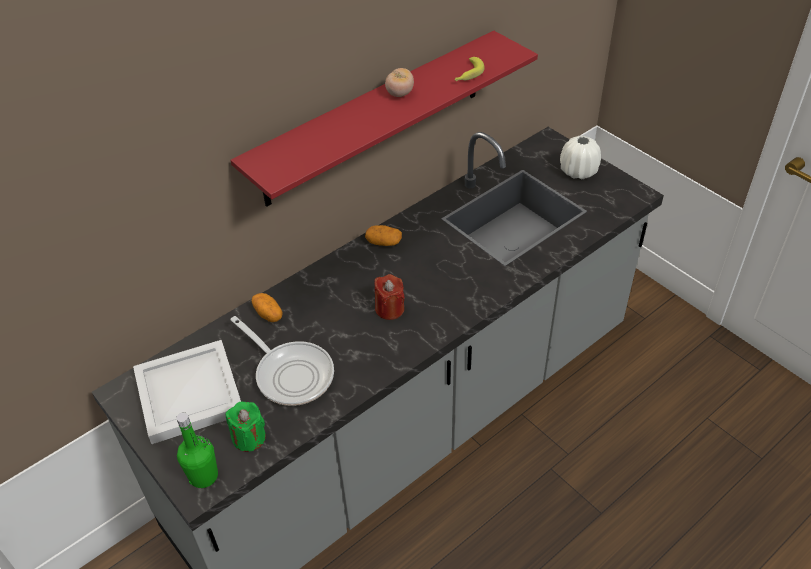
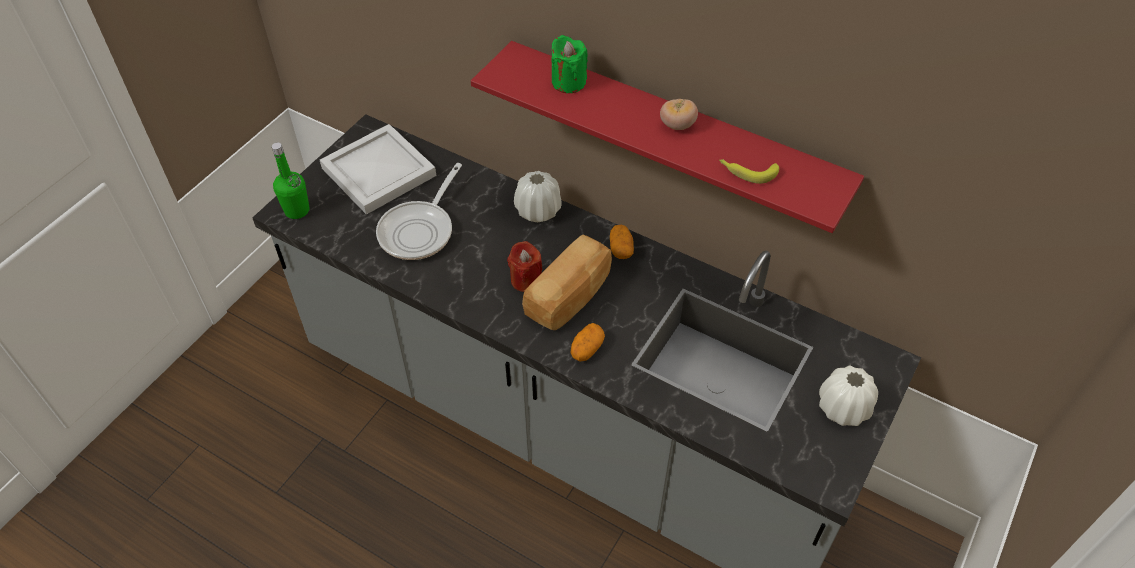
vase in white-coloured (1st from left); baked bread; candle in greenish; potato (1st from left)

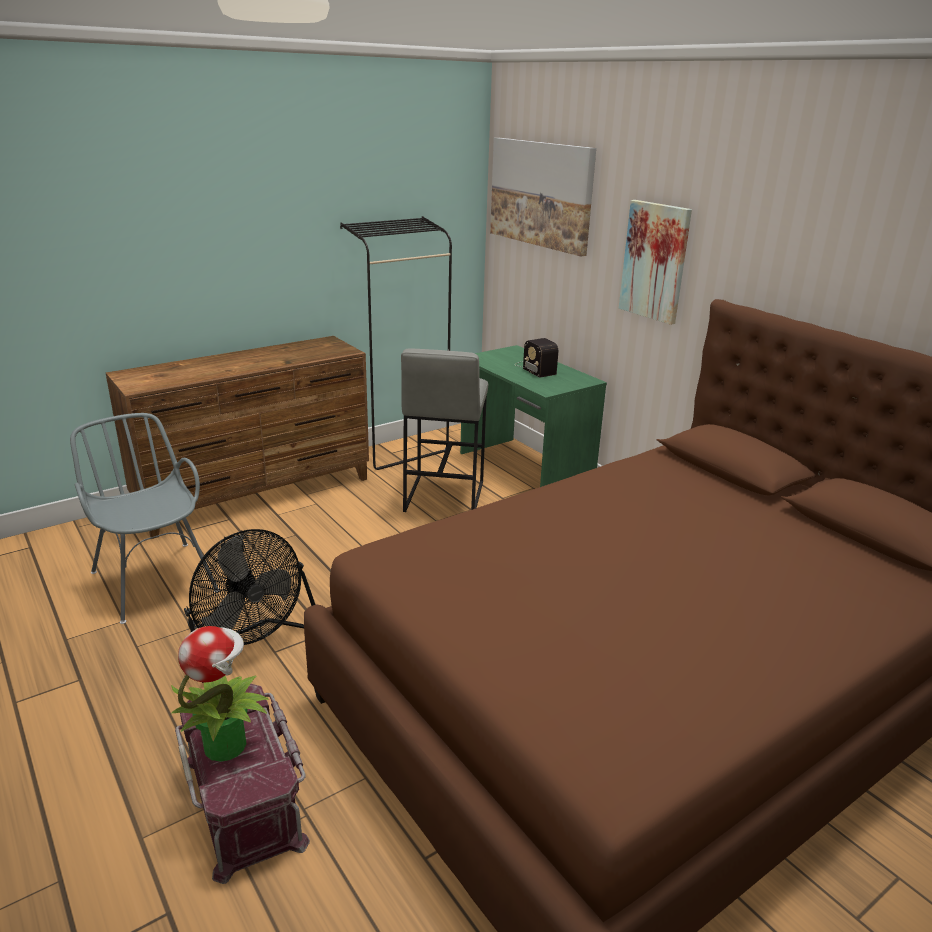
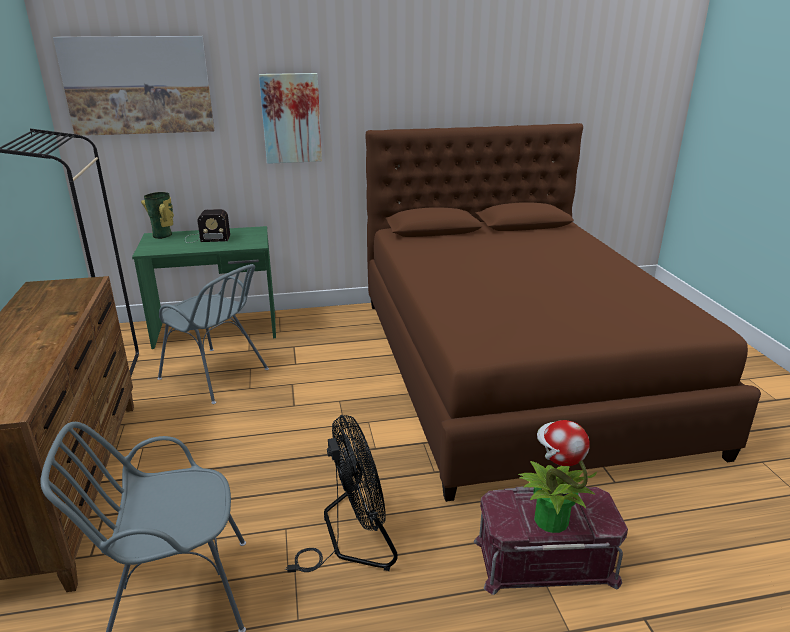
vase; plain chair in greyish (2nd from left)

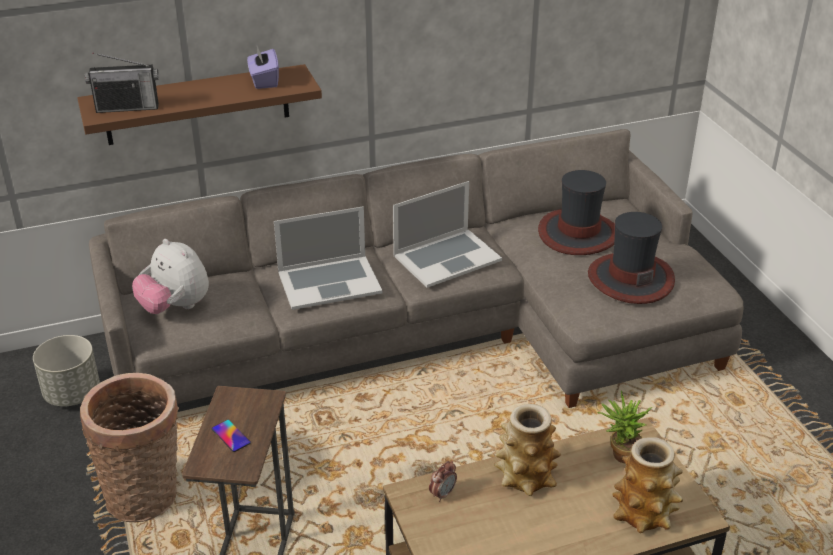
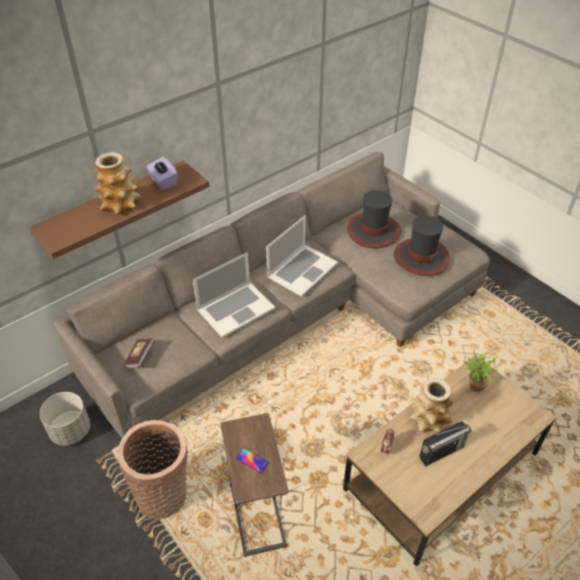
vase (1st from left); volume; radio receiver

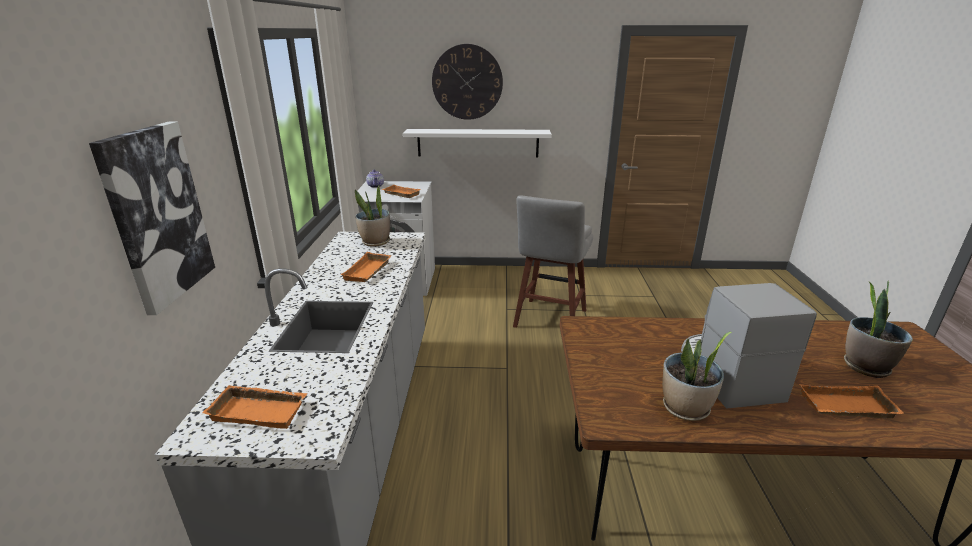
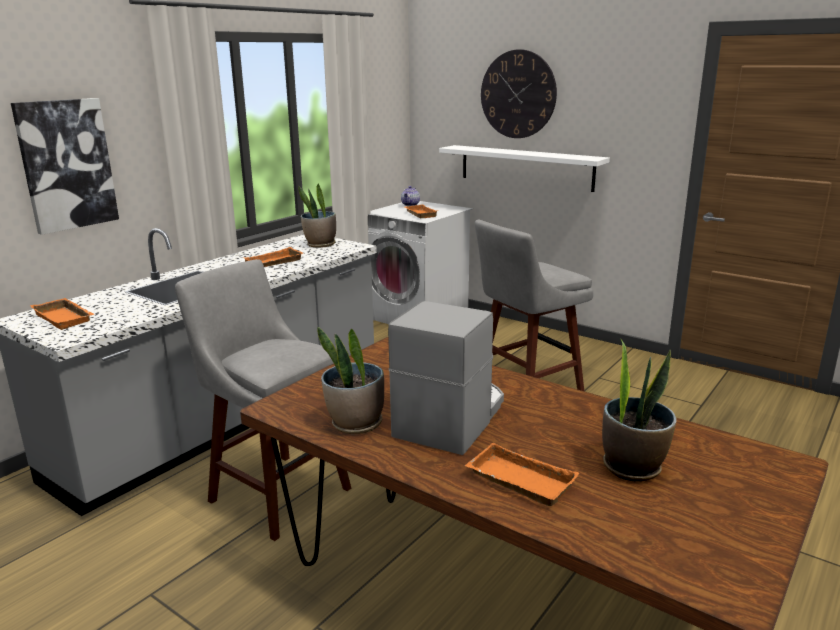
sitting stool in greyish (1st from left)

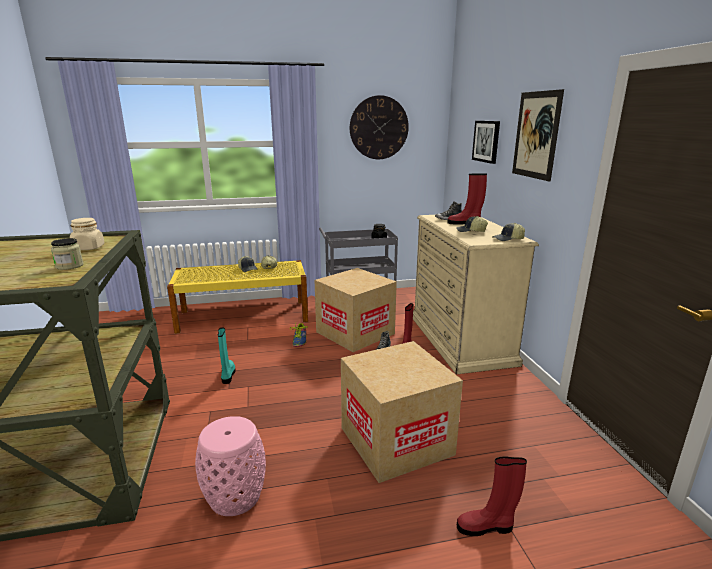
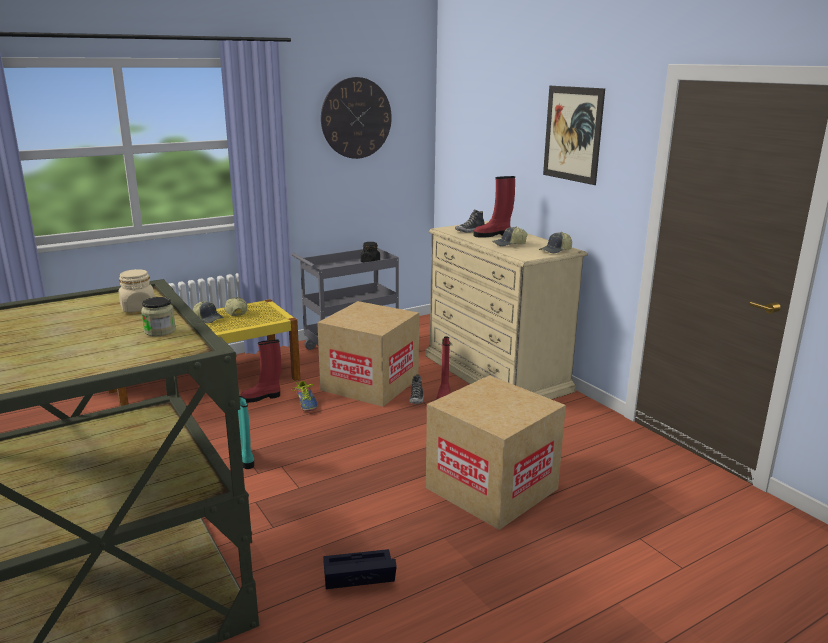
boot in reddish (1st from left); storage box in black; wall art (1st from left in the first image)

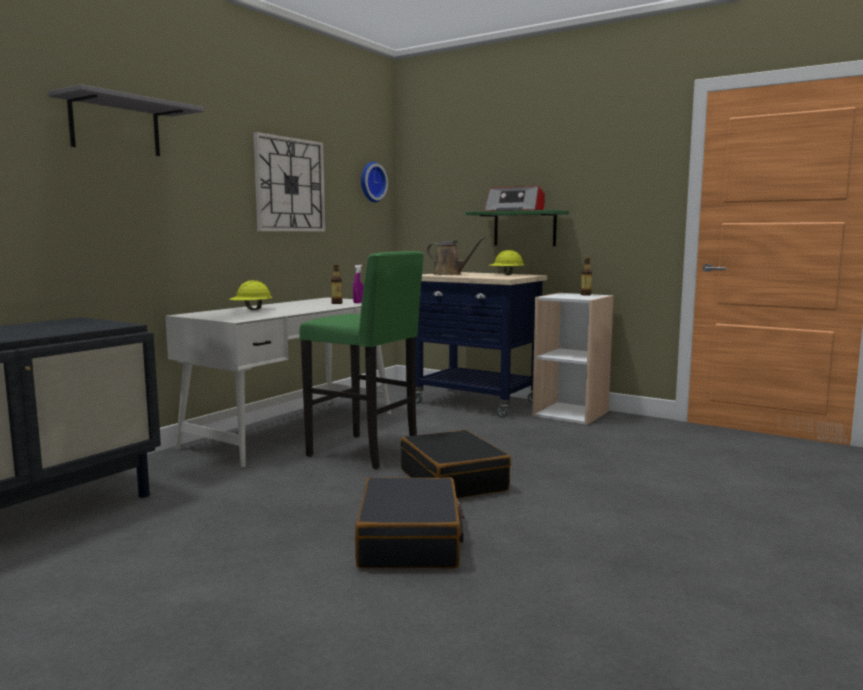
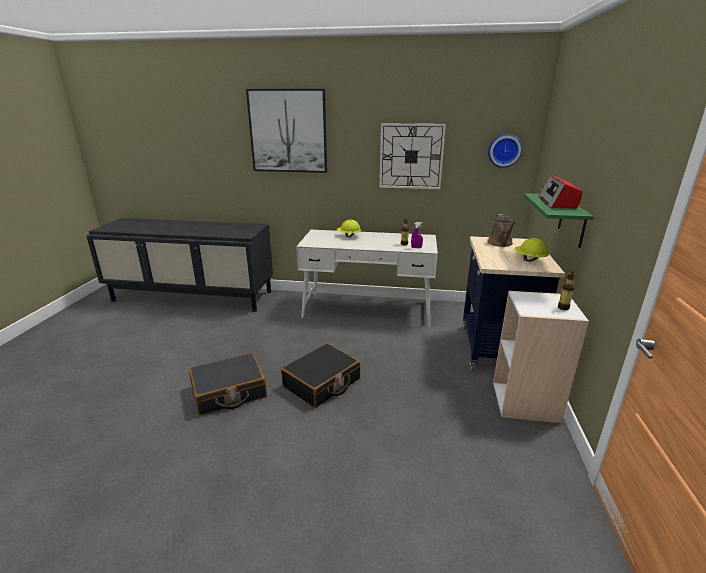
wall art; sitting stool in greenish

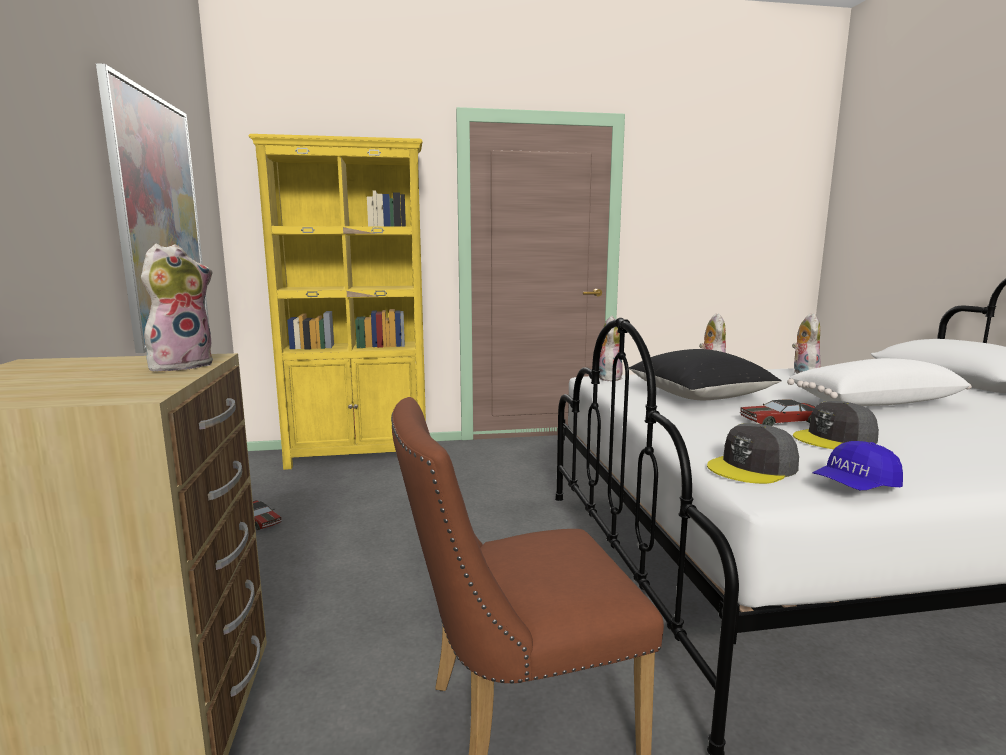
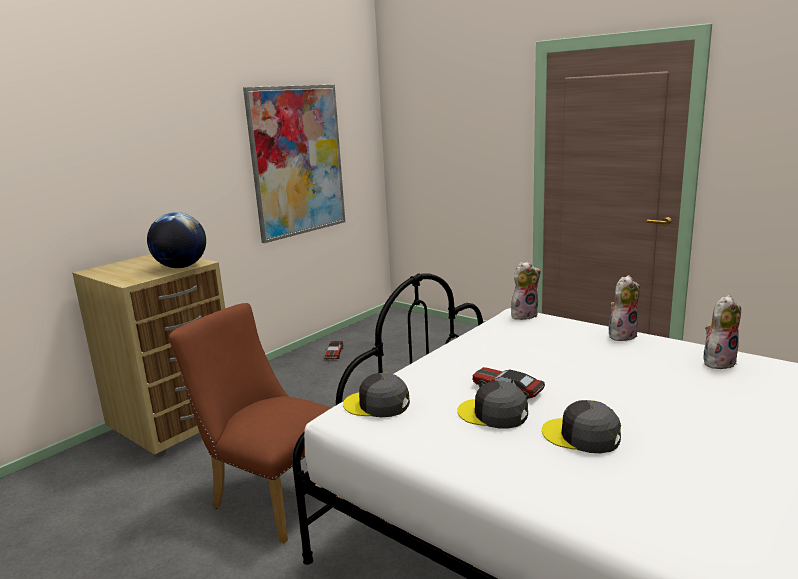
globe; peaked cap in greyish (3rd from left); bookcase in yellow; pillow in black; pillow in white-coloured; peaked cap in blue-coloured

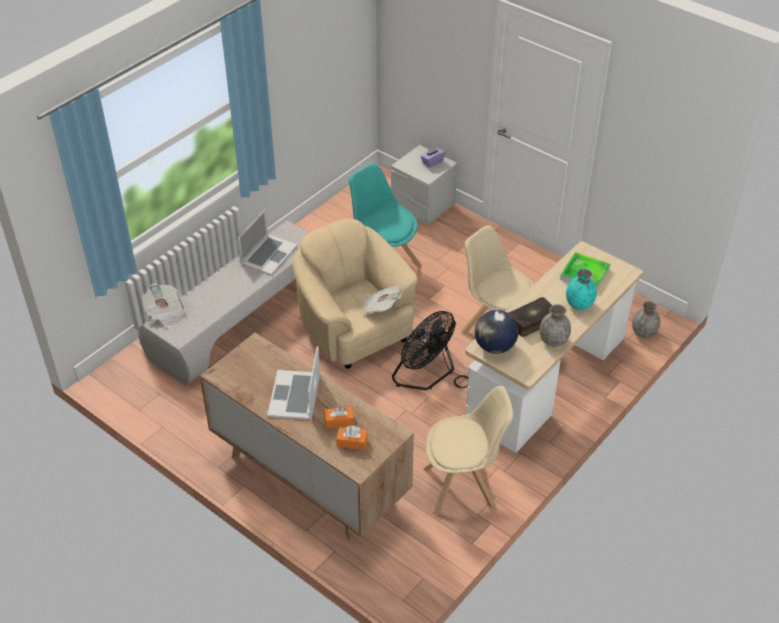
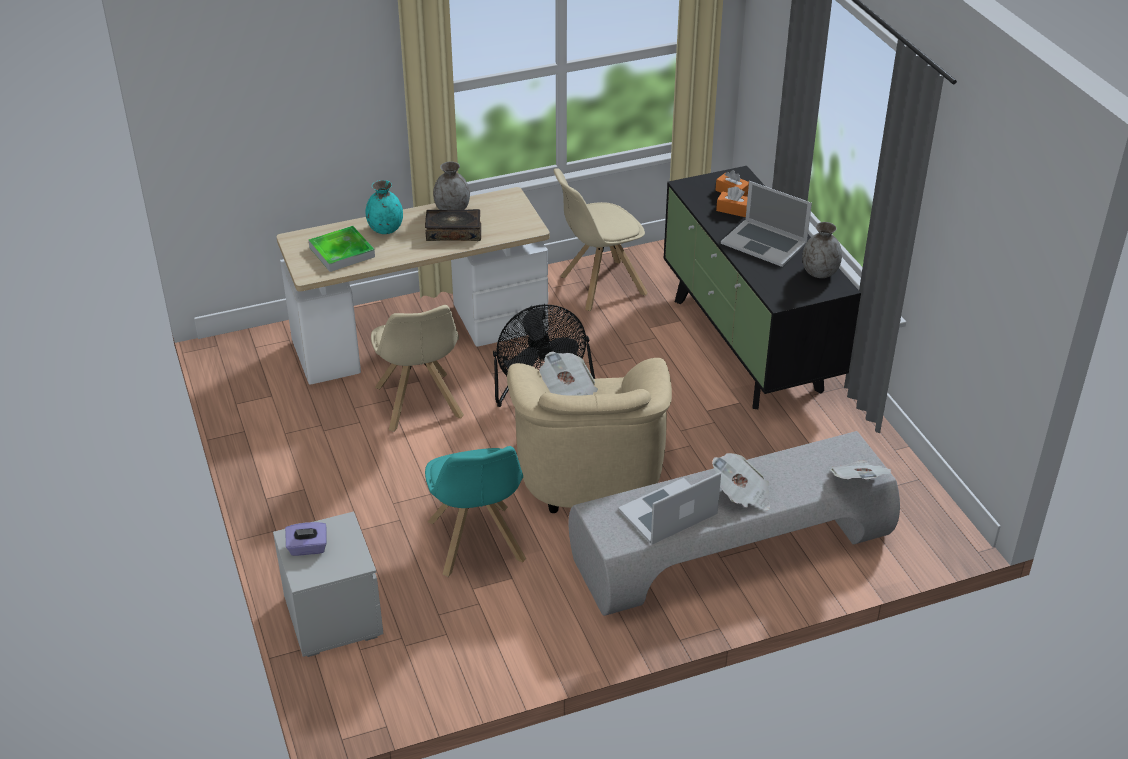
plain chair in beige (2nd from left); chest of drawers in black; printed paper (2nd from left); portable computer (2nd from left); vase in greyish (2nd from left); globe

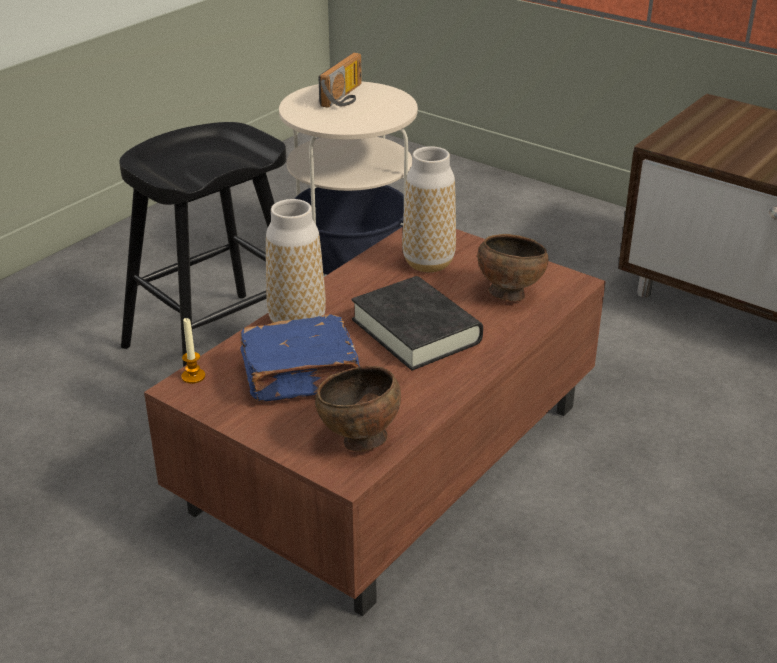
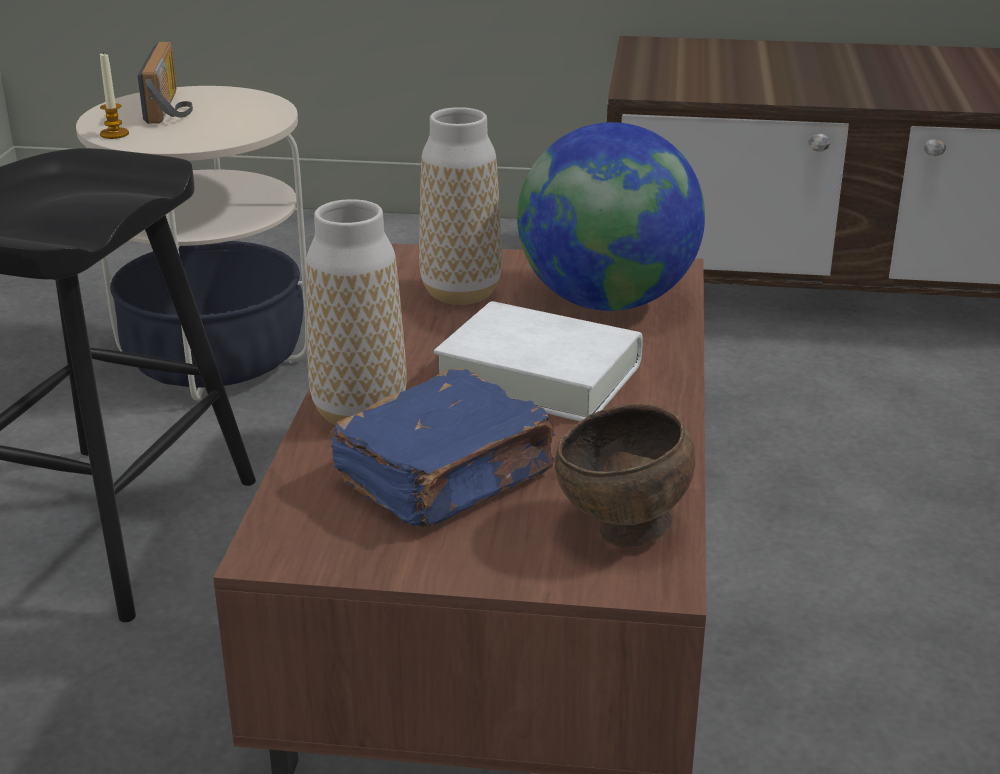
candle; volume in white-coloured; globe

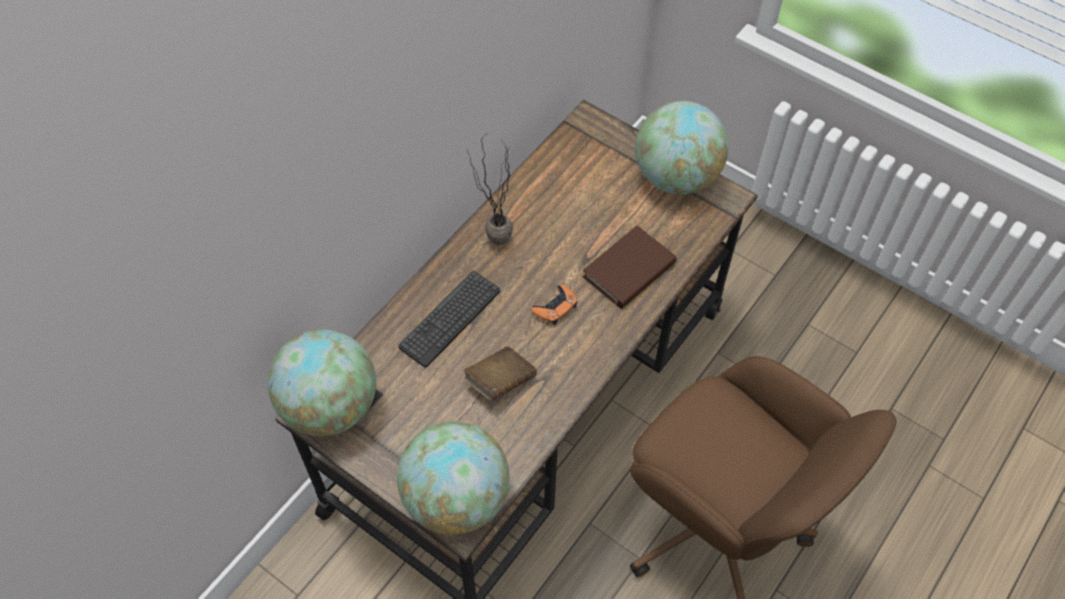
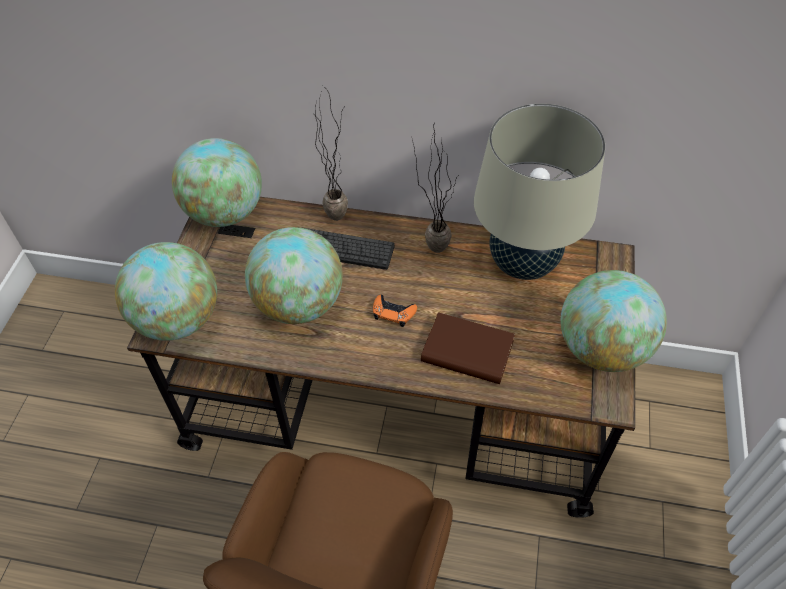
globe (3rd from left); houseplant (1st from left); table lamp in beige

